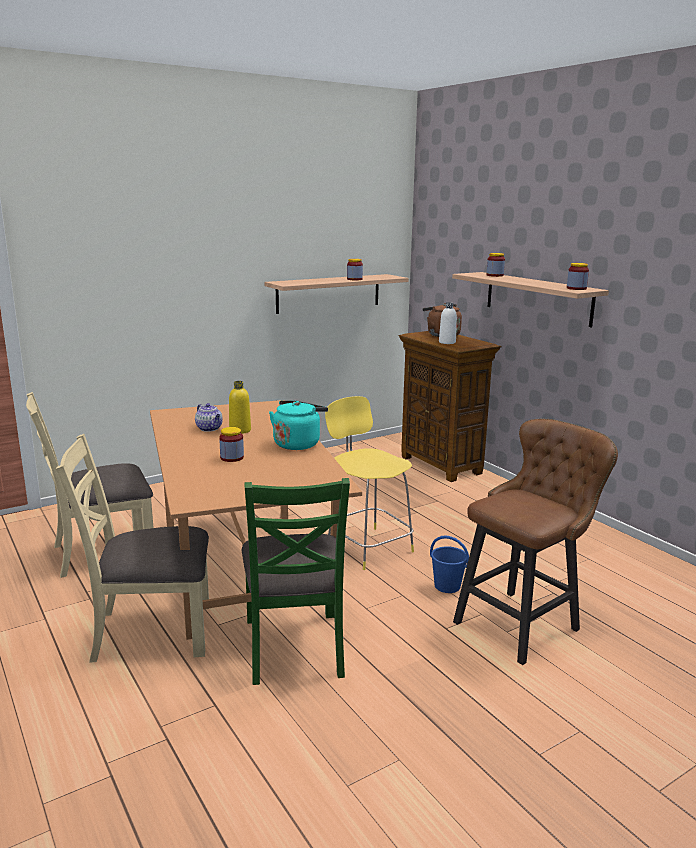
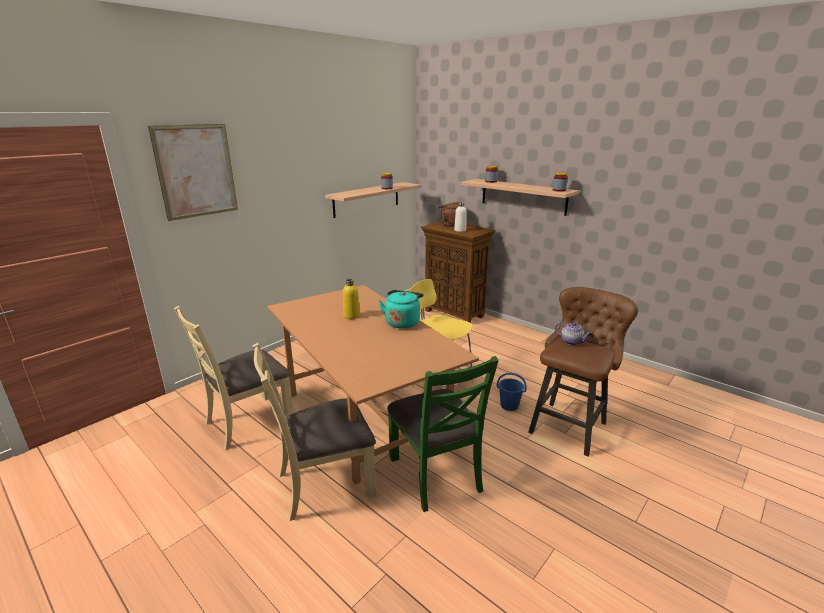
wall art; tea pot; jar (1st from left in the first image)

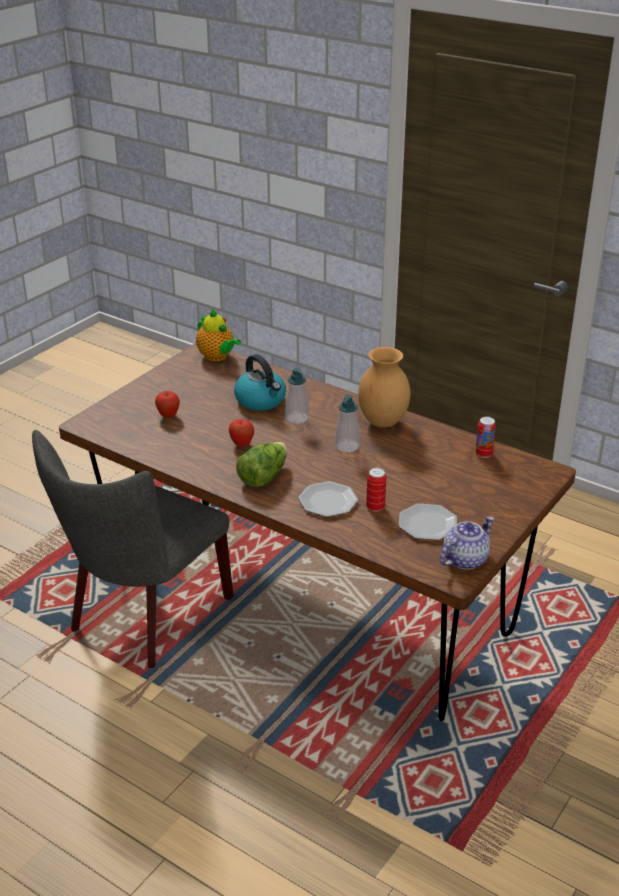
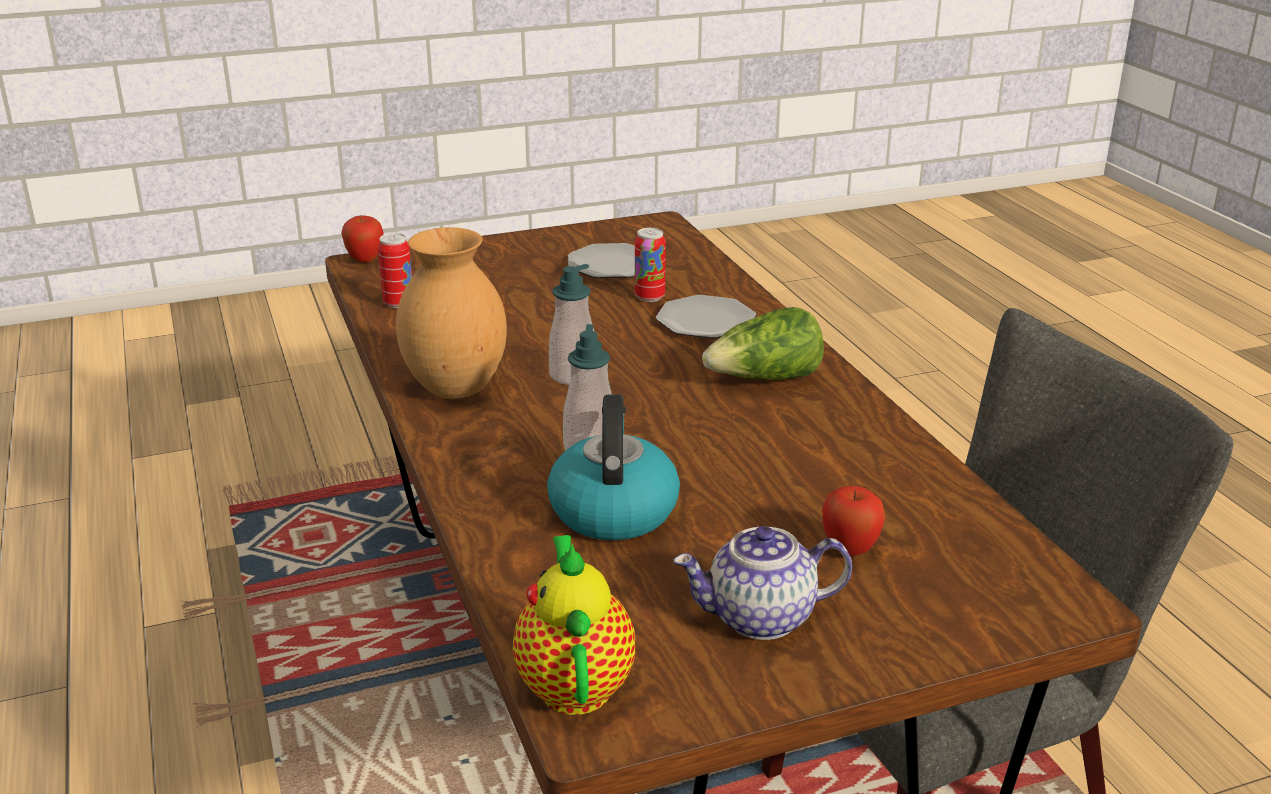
apple fruit (1st from left); tea pot (2nd from left)

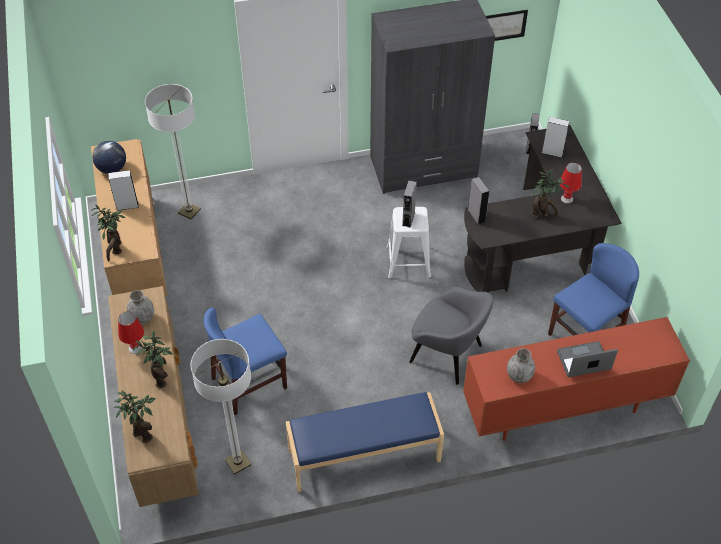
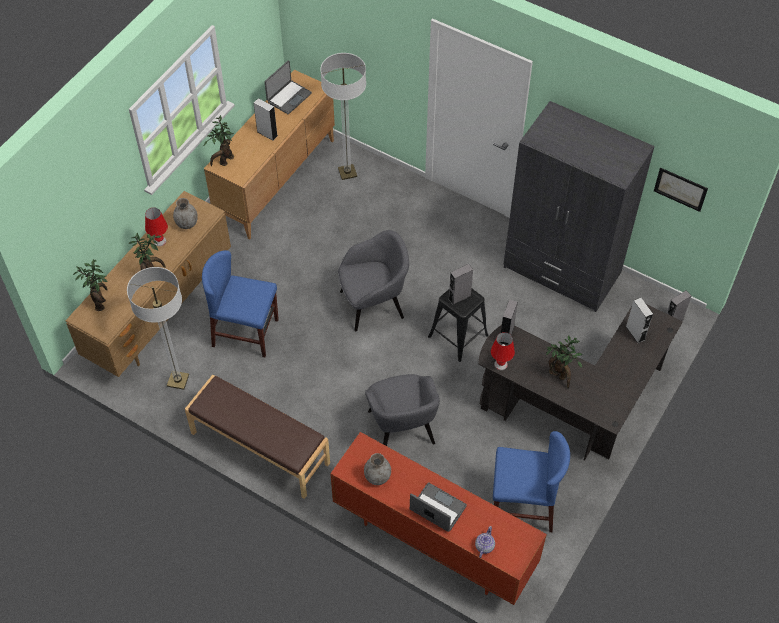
indoor bench in brown; portable computer (1st from left); lounge chair in greyish (1st from left); sitting stool in black; tea pot; table lamp in reddish (2nd from left)

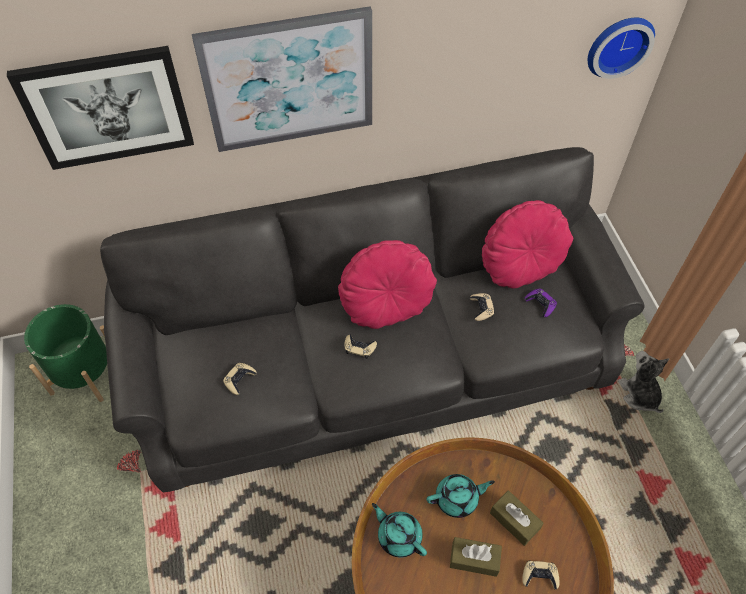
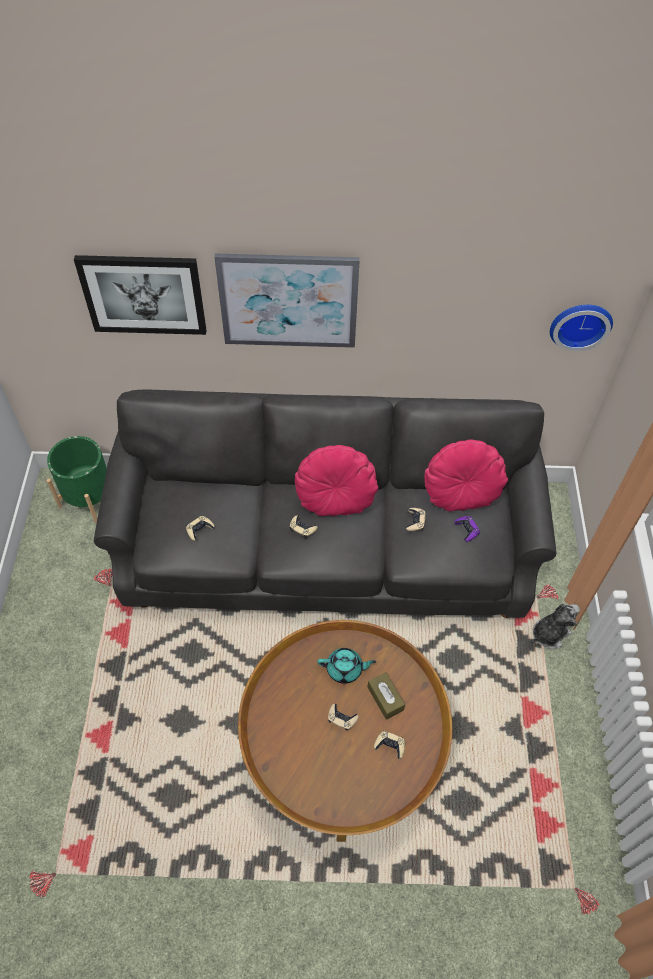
joypad in beige (3rd from left); plush toy; tea pot in turquoise (1st from left in the first image)

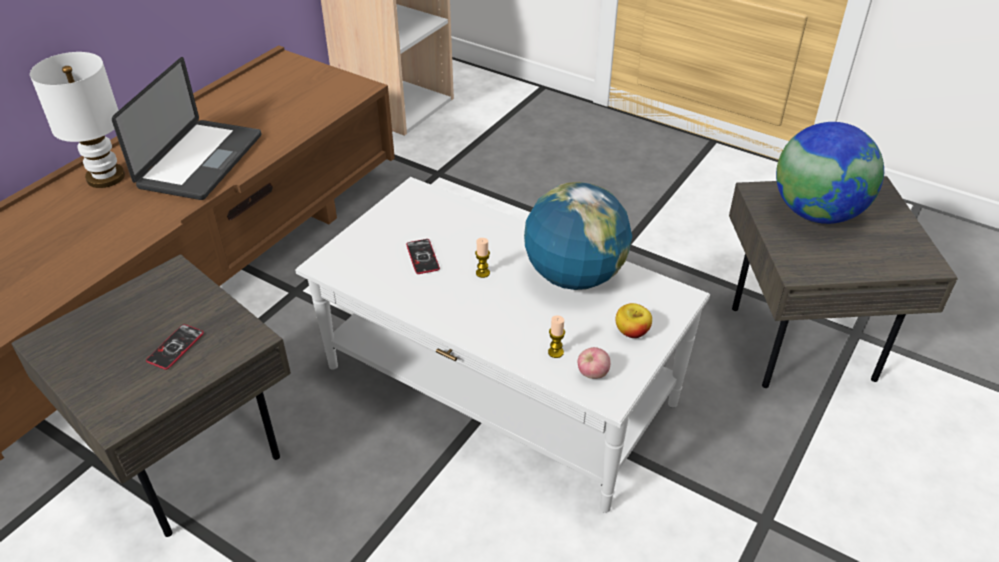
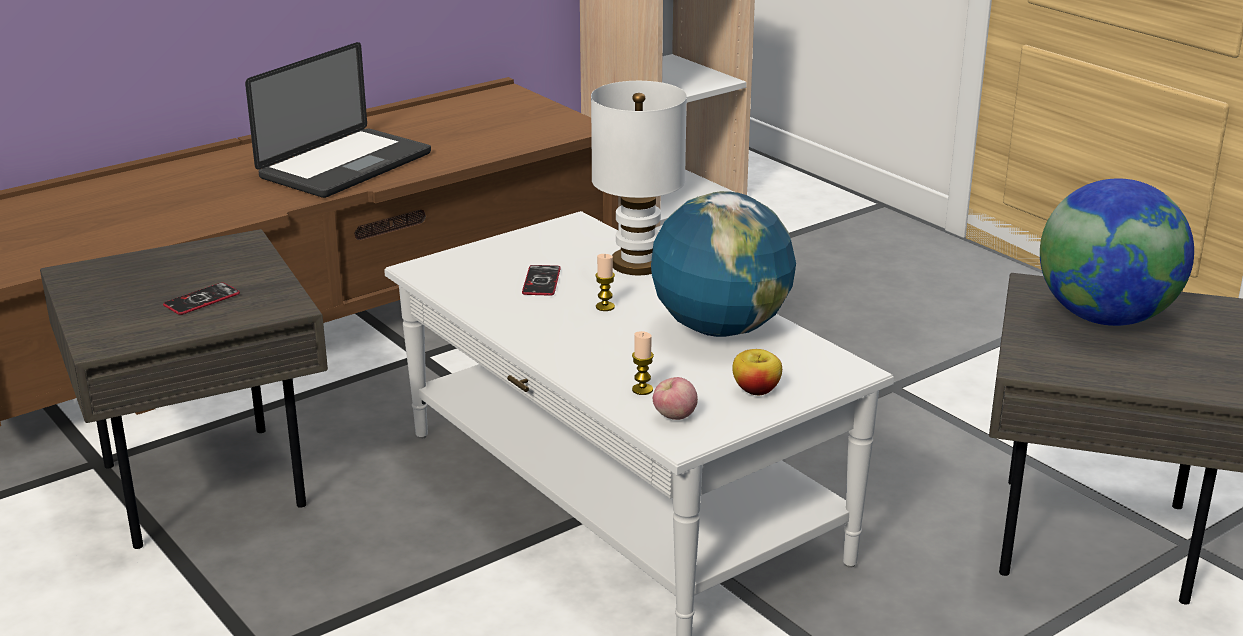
table lamp in white-coloured

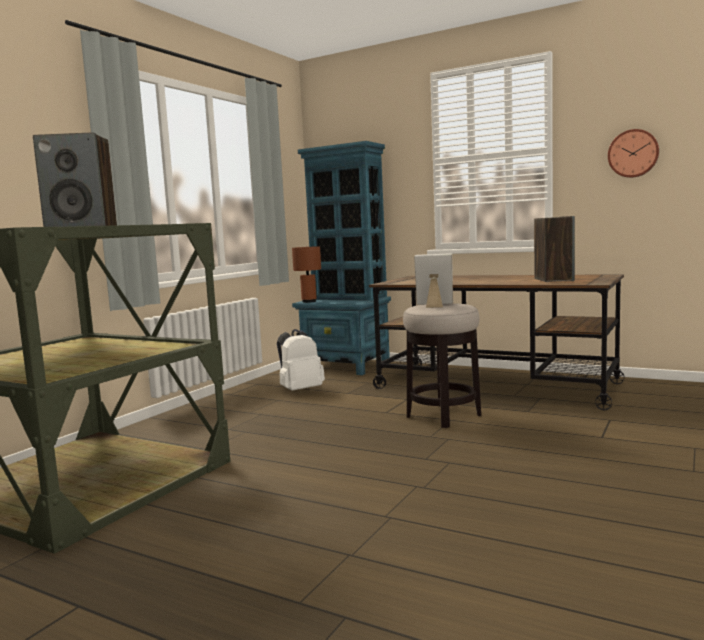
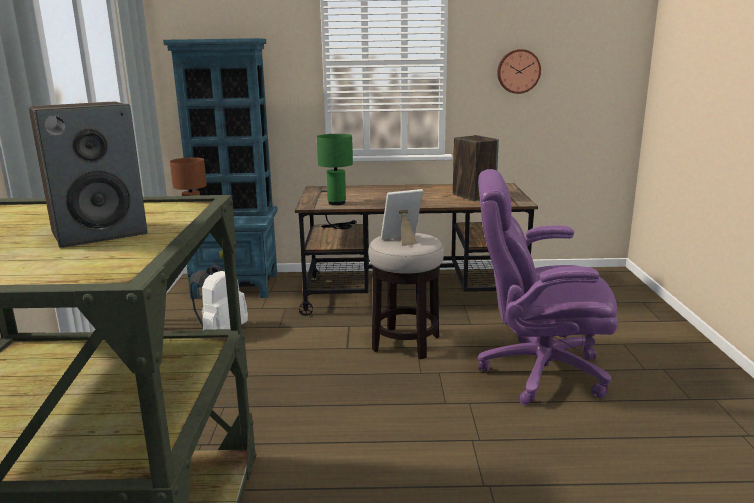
table lamp in greenish; office chair in purple

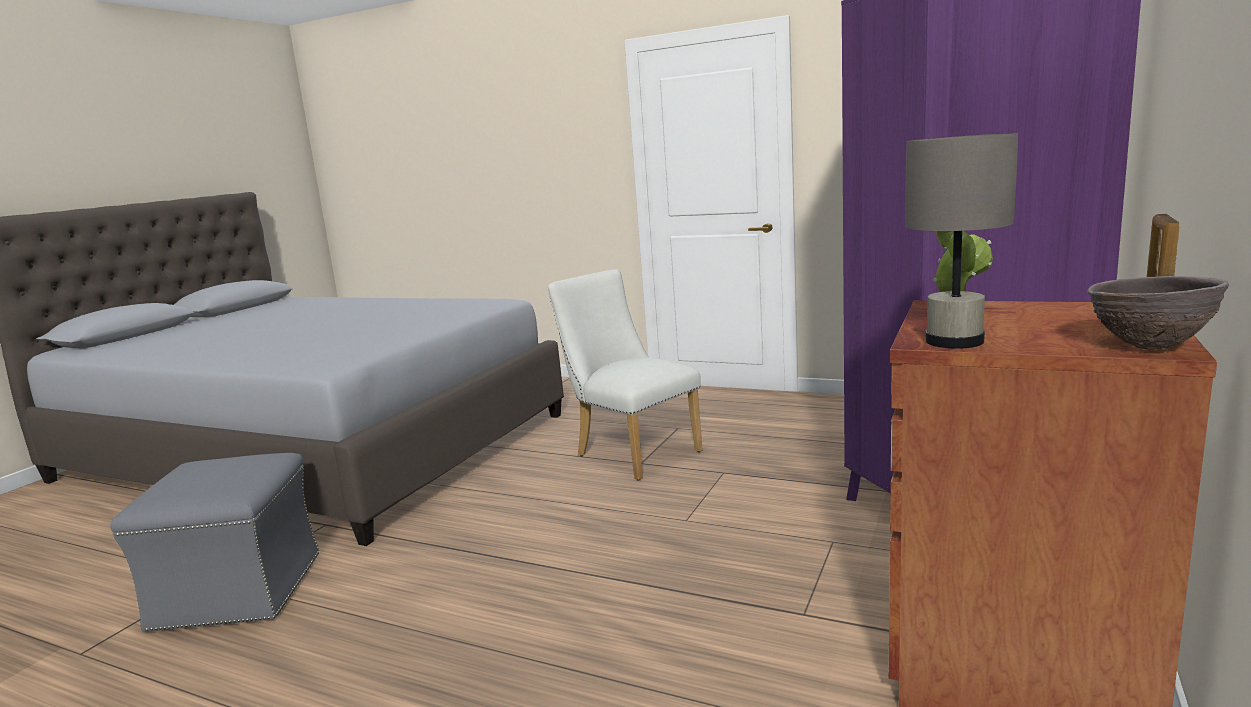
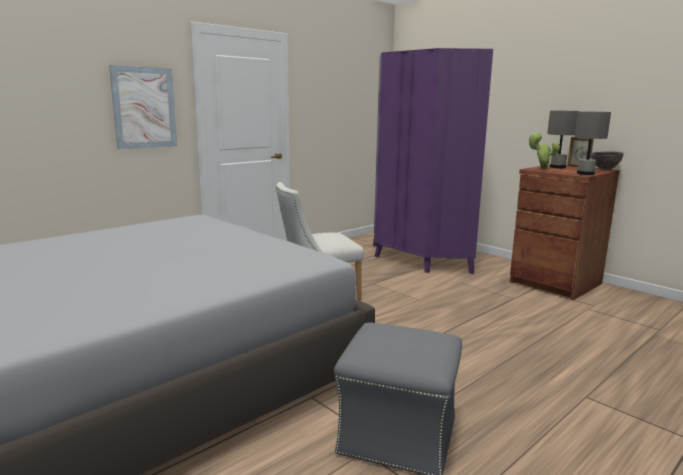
wall art; table lamp in greyish (1st from left)

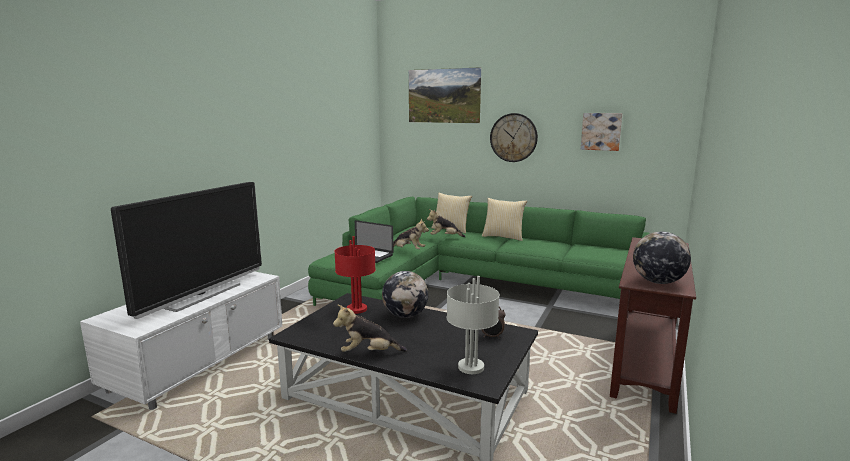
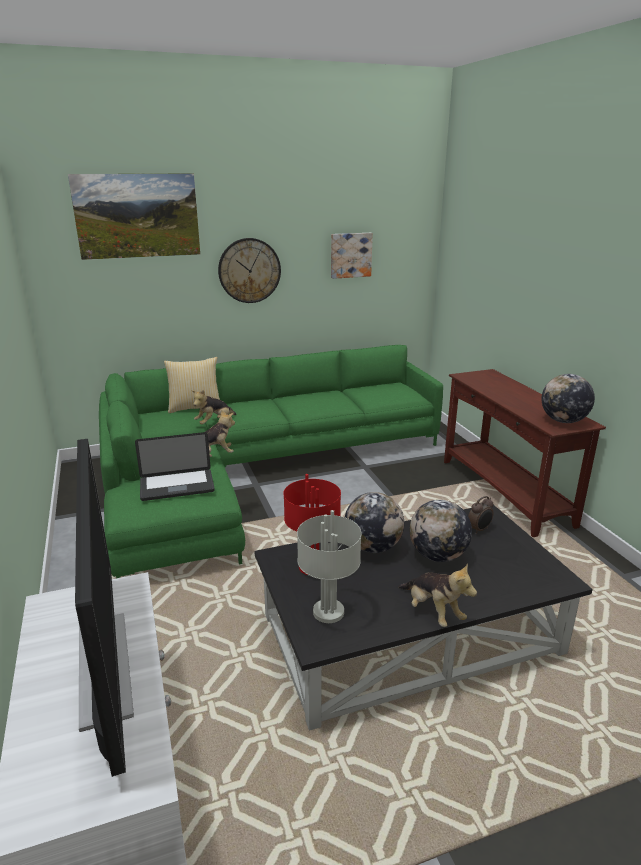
table lamp in greyish; plush toy (3rd from left); globe (2nd from left); pillow (2nd from left in the first image)

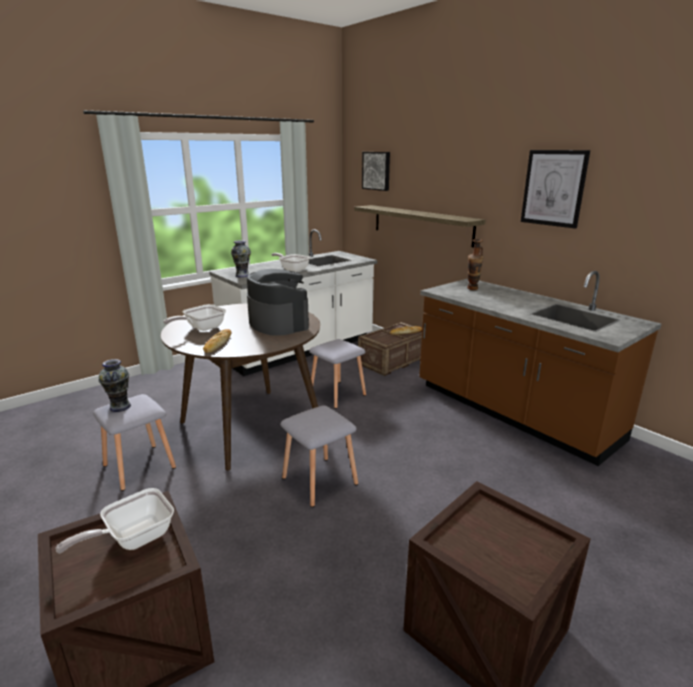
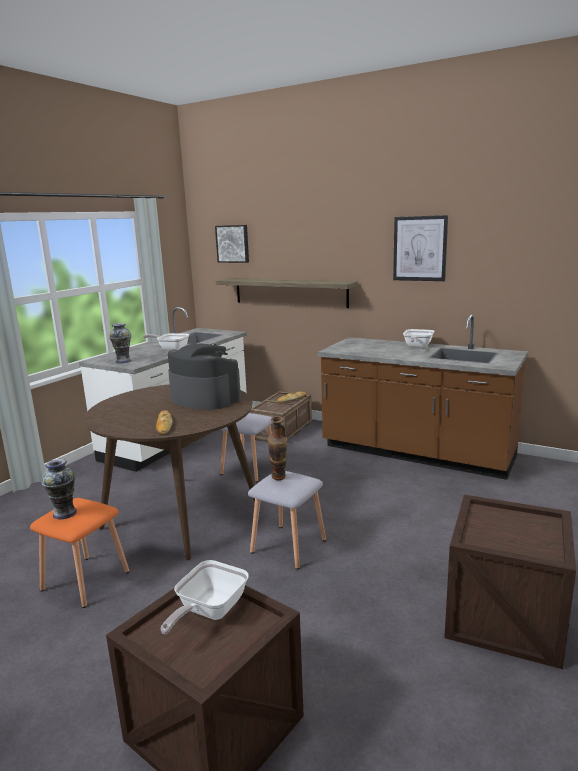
sitting stool in orangey; vase (3rd from left); frying pan (3rd from left)

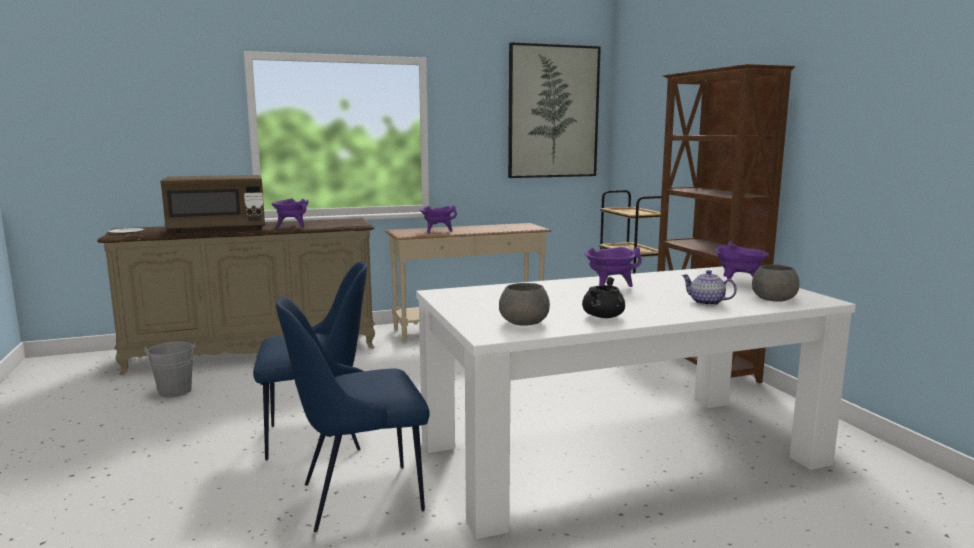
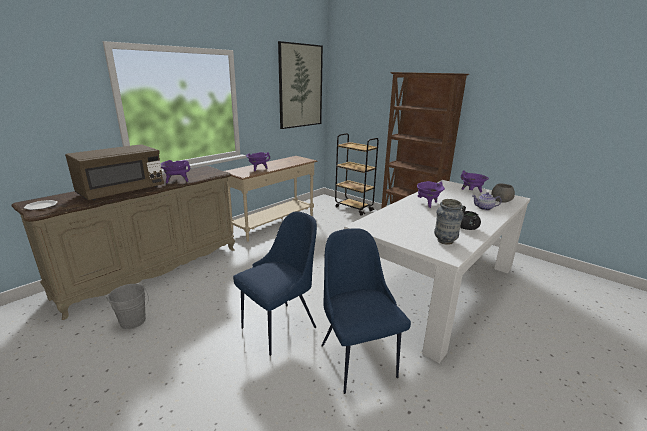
plain chair in blue-coloured (2nd from left); vase

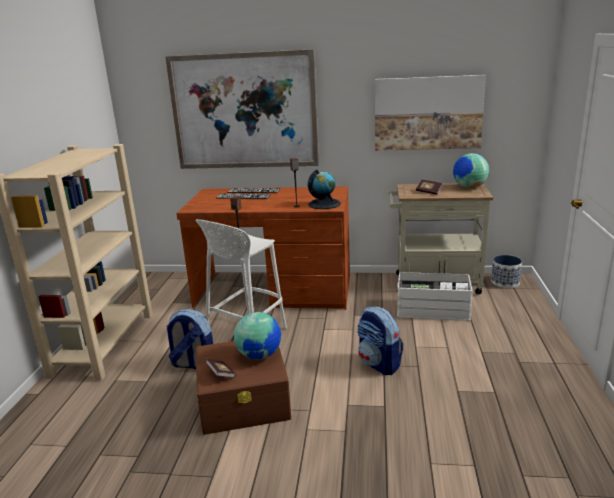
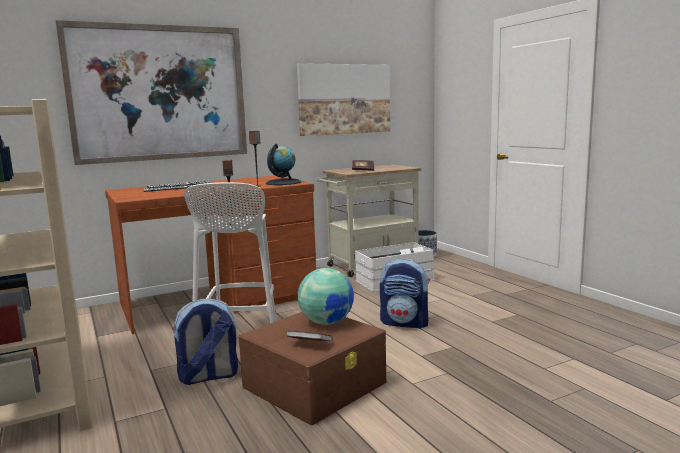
globe (3rd from left in the first image)

